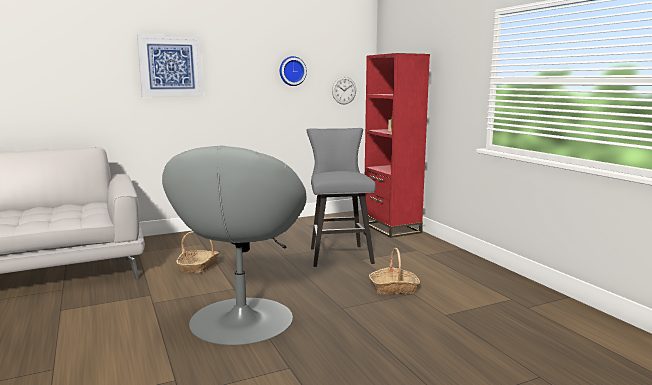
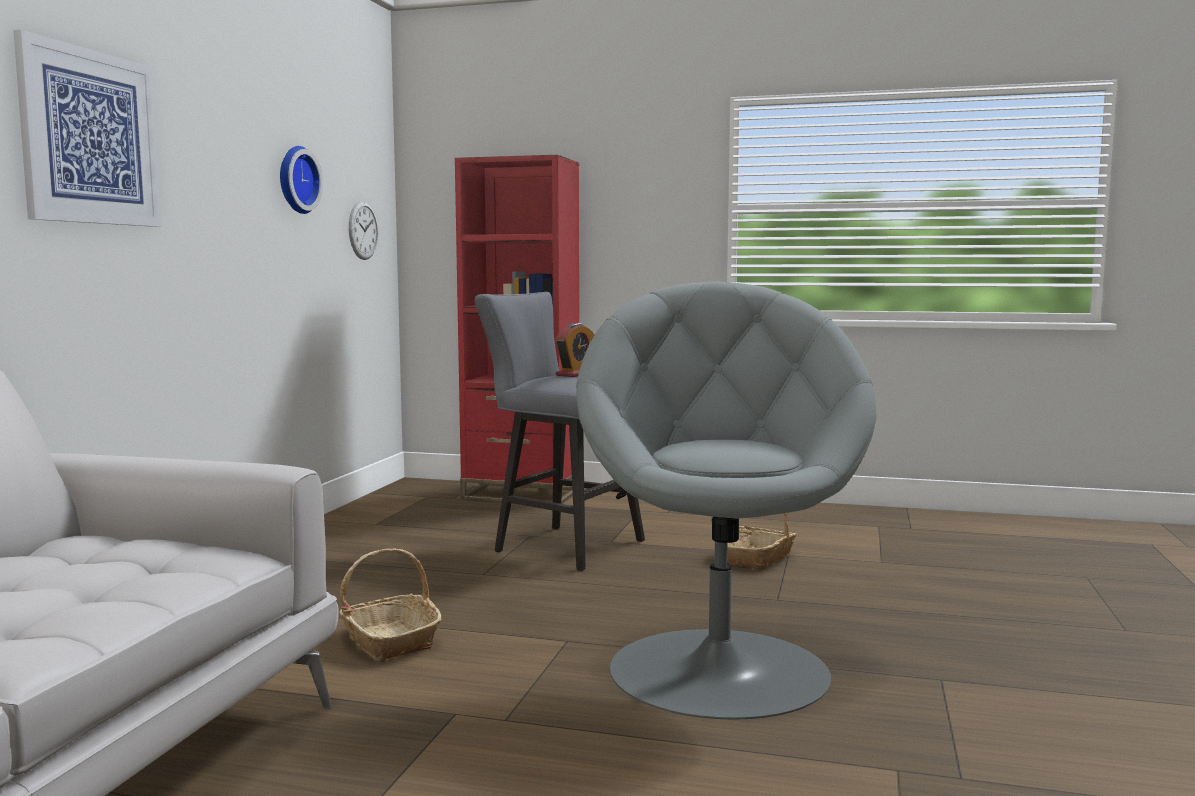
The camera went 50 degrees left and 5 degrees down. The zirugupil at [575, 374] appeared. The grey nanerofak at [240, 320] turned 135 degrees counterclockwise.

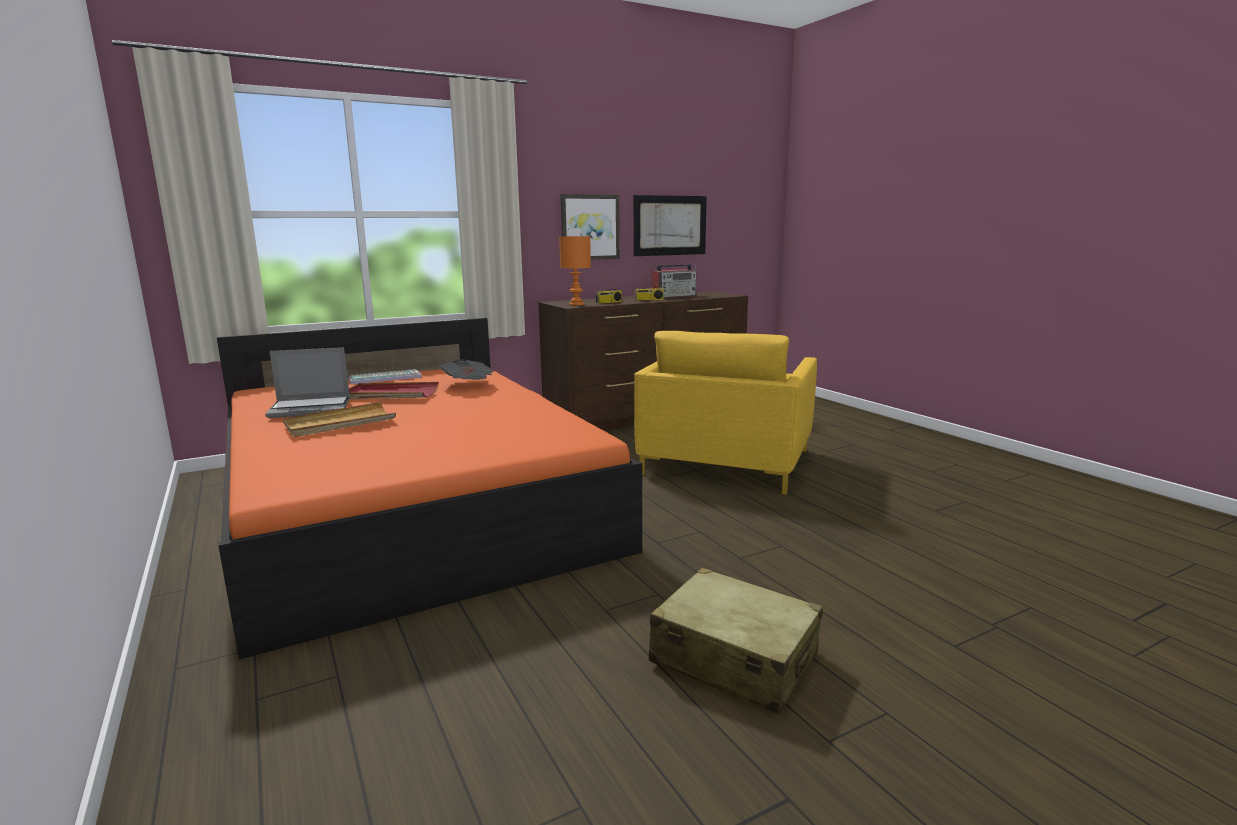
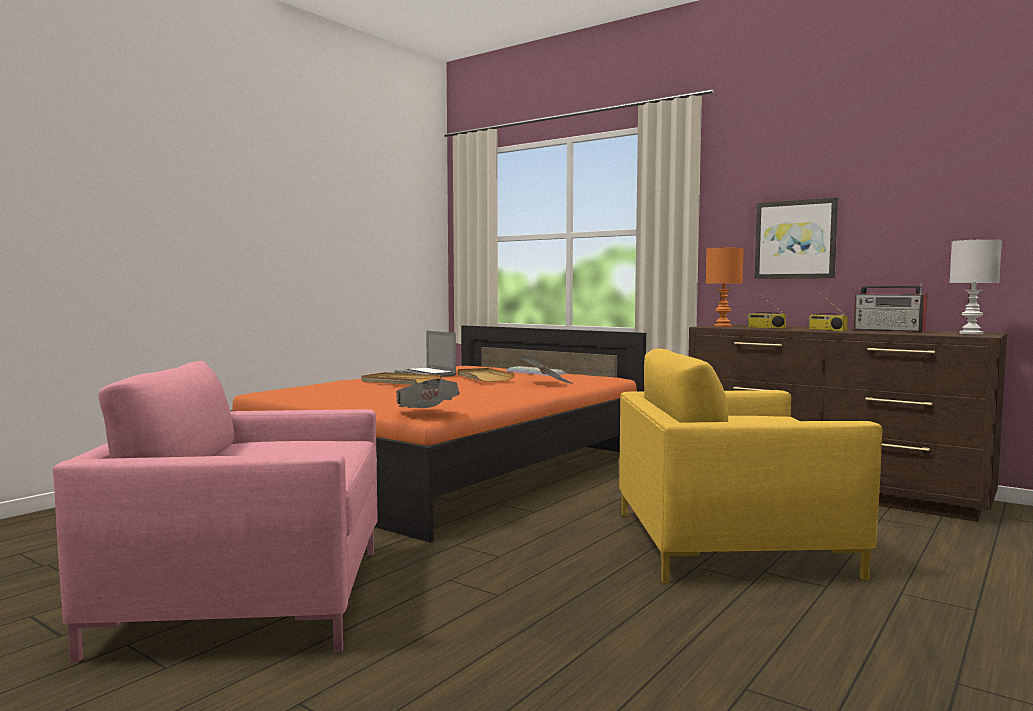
The camera went 65 degrees right and 10 degrees down. The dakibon at [670, 225] disappeared. The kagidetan at [427, 413] appeared. The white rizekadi at [972, 333] appeared. The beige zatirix at [734, 659] was replaced by the pink nanerofak at [248, 598]. The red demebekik at [391, 394] became the beige demebekik at [484, 377].

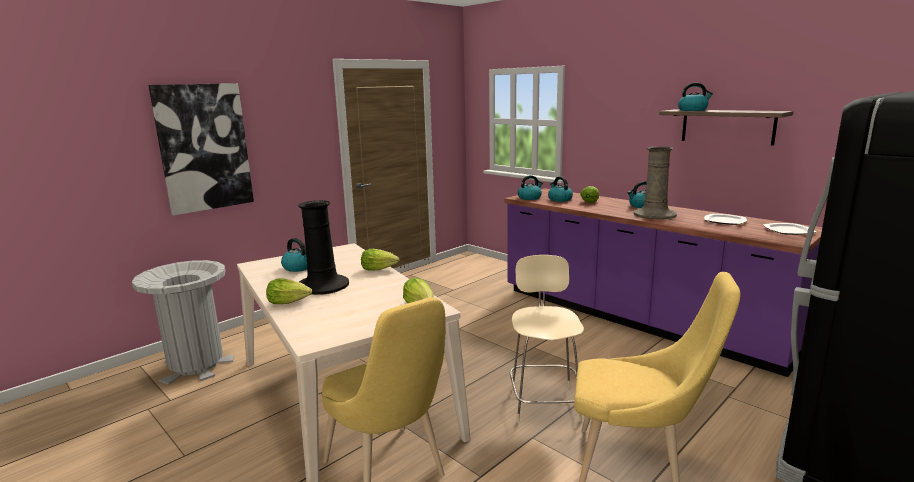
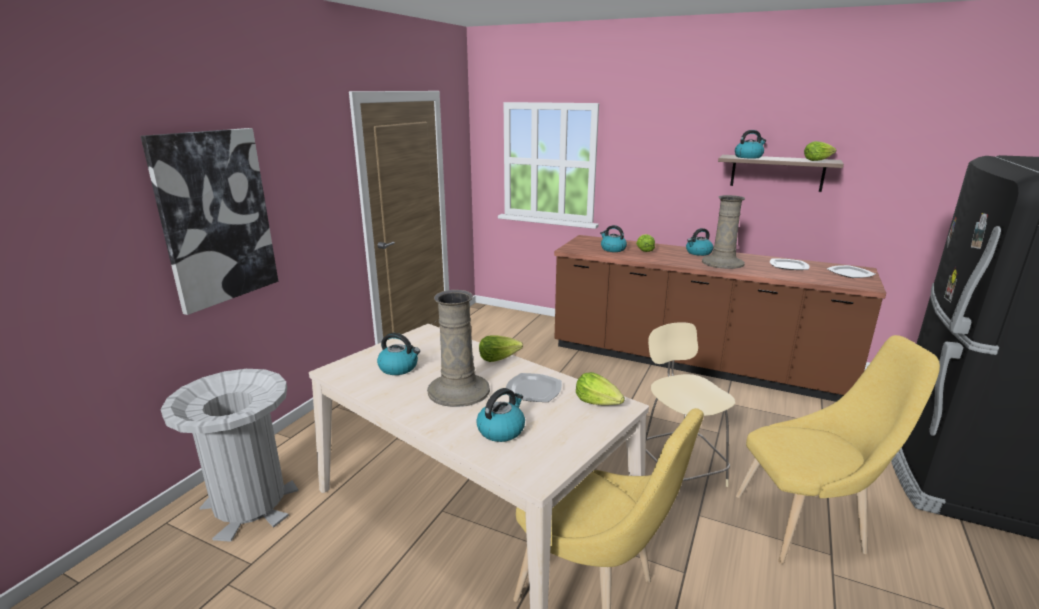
The camera went 20 degrees left and 5 degrees up. The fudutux at [533, 389] appeared. The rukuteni moved from [289, 302] to [817, 160]. The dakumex moved from [530, 198] to [501, 430]. The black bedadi at [323, 285] became the beige bedadi at [459, 391]. The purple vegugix at [635, 319] became the brown vegugix at [693, 363].

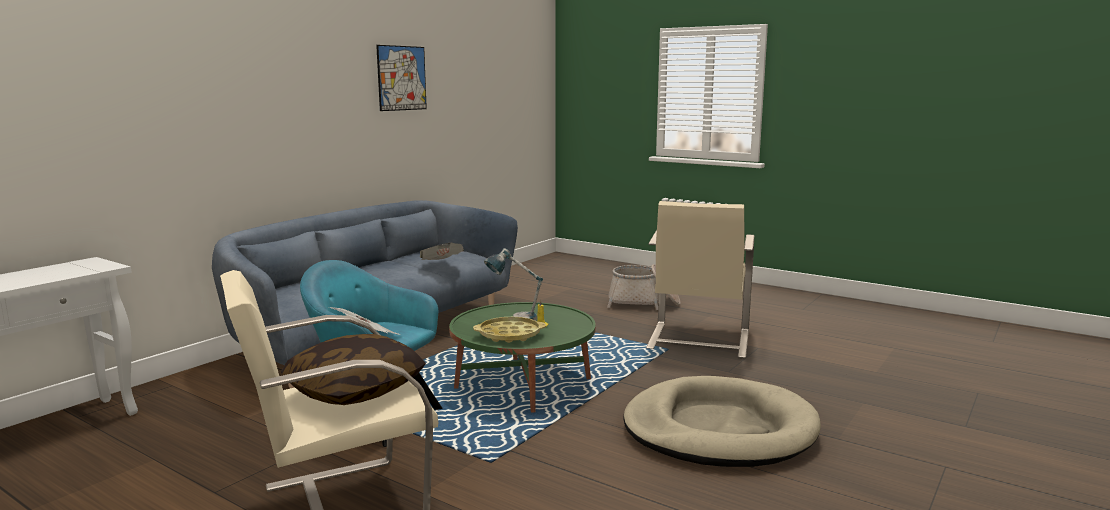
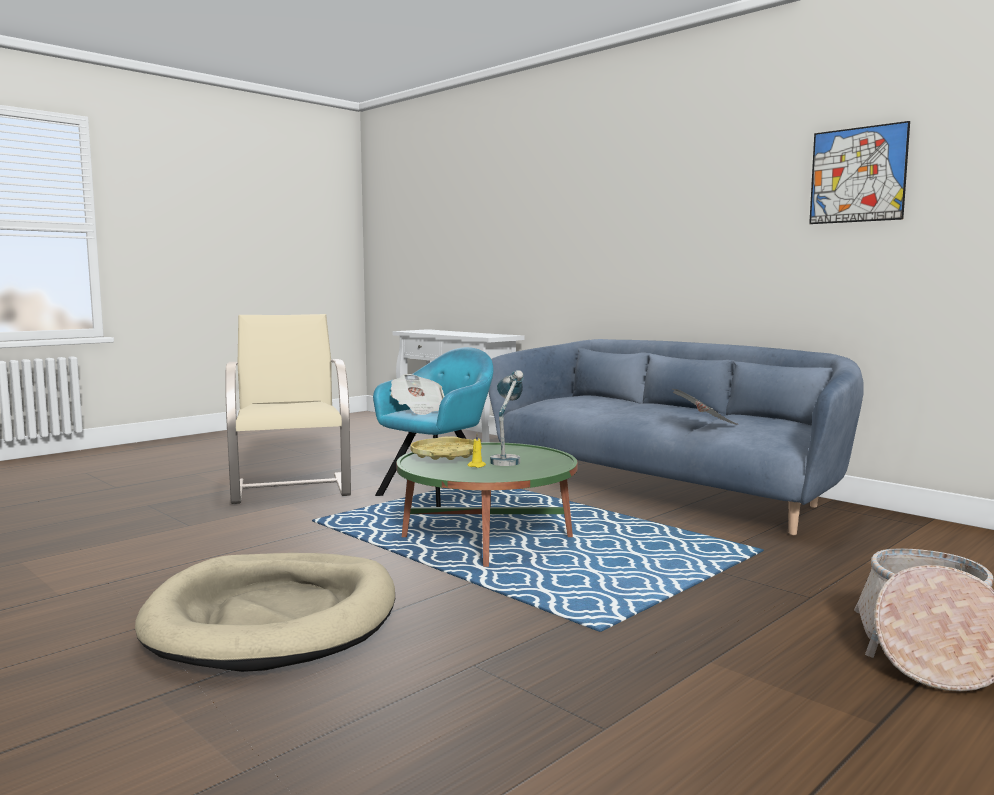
The camera went 100 degrees right and 5 degrees down. The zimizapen at [355, 390] disappeared. The beige nanerofak at [698, 341] disappeared.

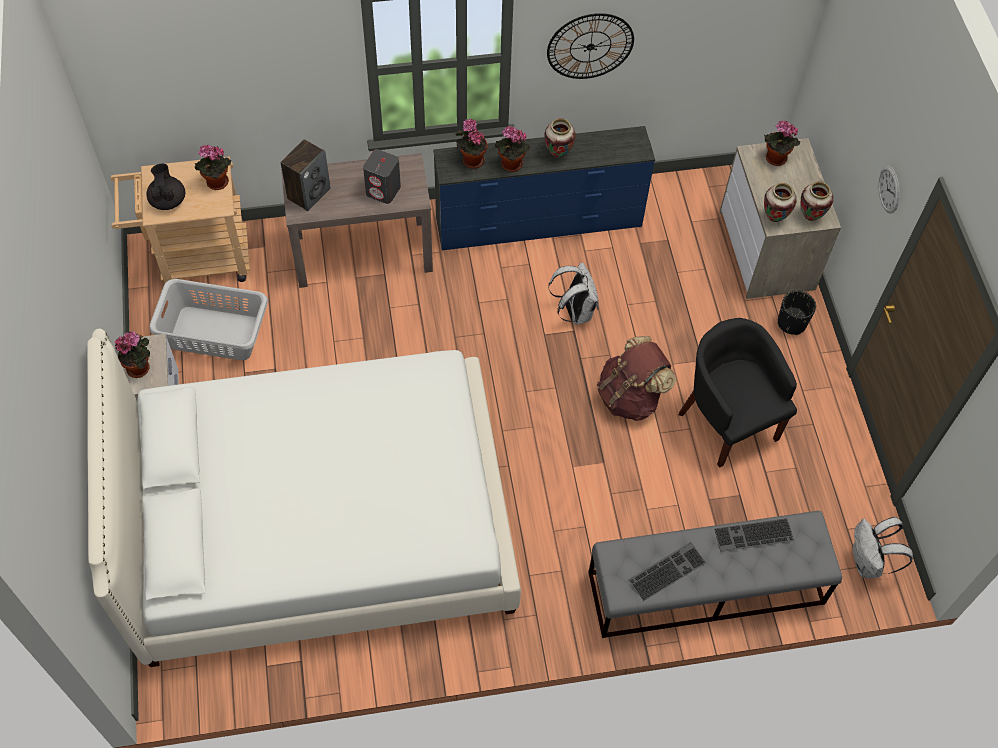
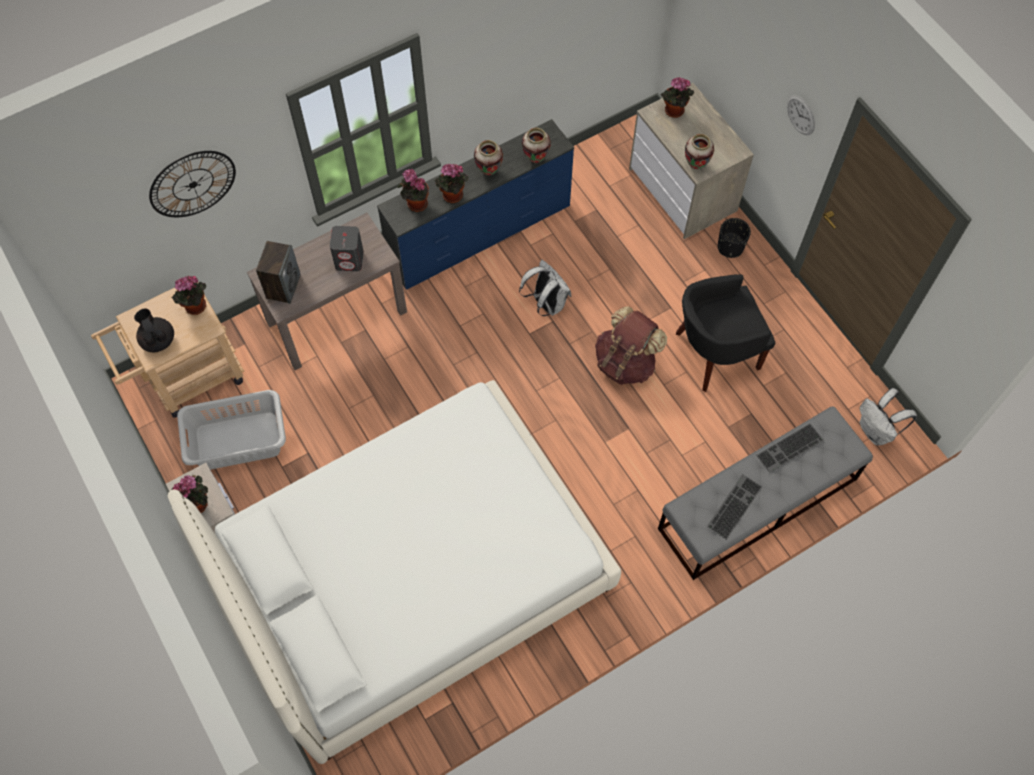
The camera went 20 degrees left and 5 degrees up. The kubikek moved from [590, 46] to [192, 184]. The bedadi moved from [810, 217] to [535, 159]. The black nanerofak at [727, 421] turned 60 degrees counterclockwise.

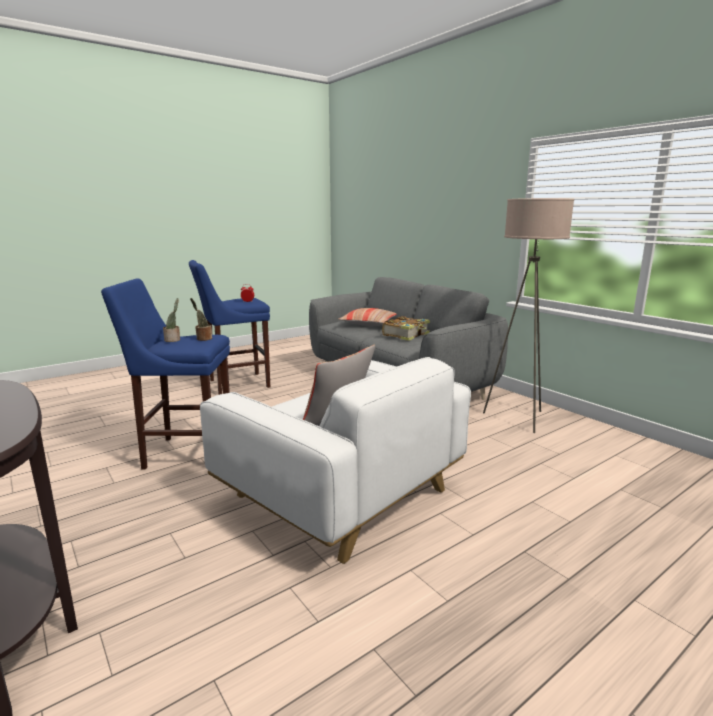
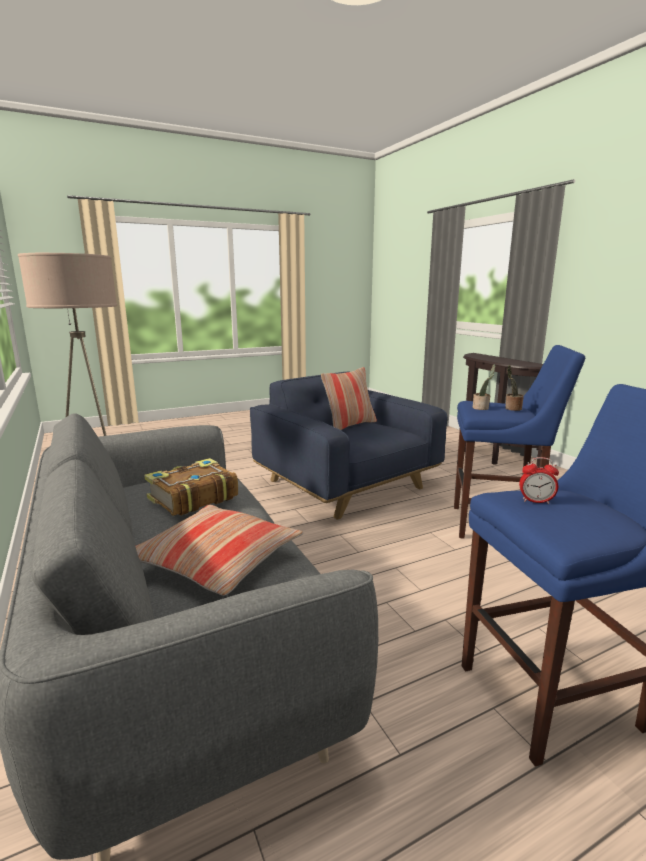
The camera went 170 degrees left and 0 degrees up. The white nanerofak at [340, 492] became the blue nanerofak at [345, 484].

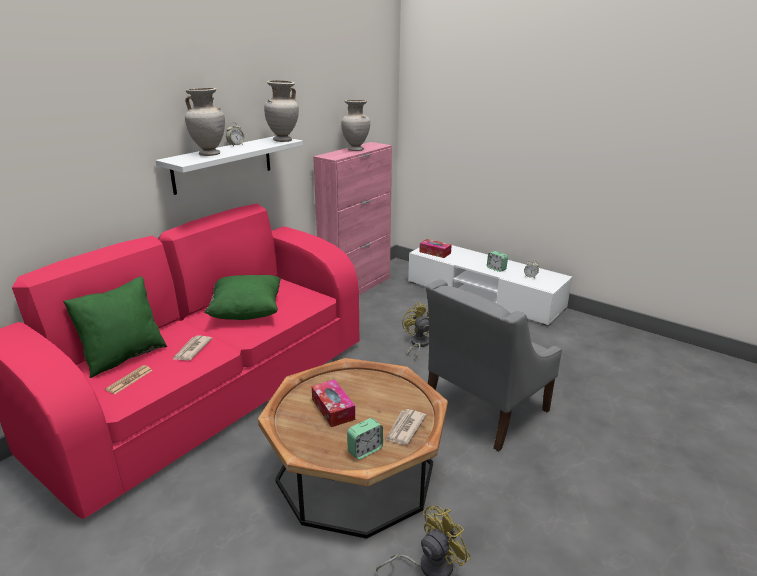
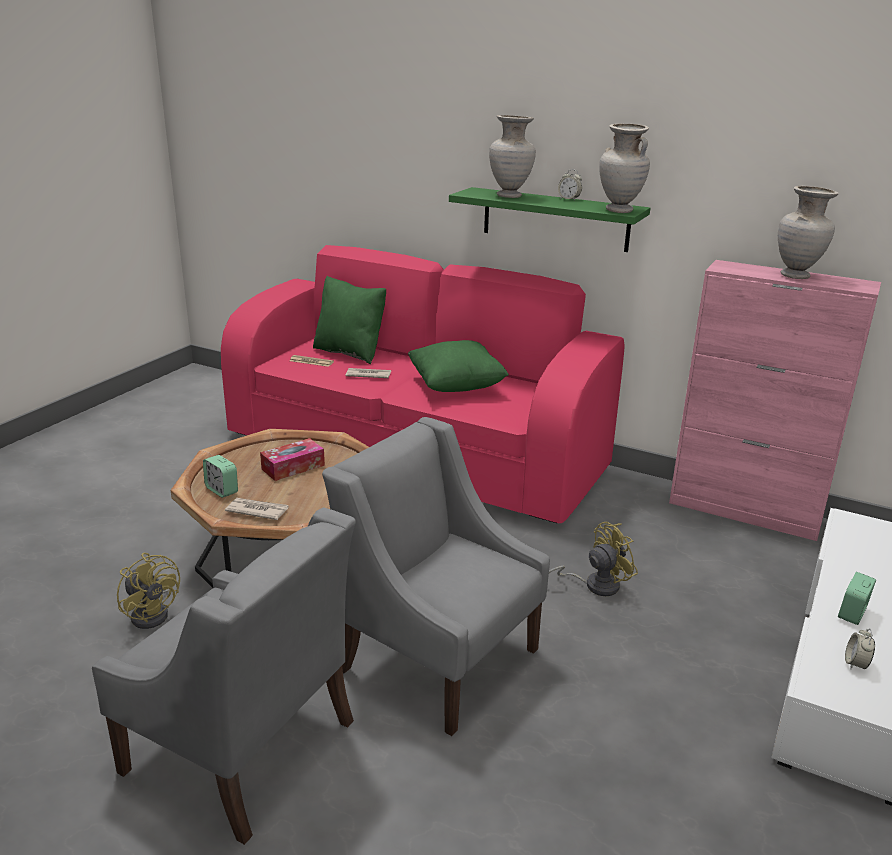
The camera went 80 degrees right and 0 degrees up. The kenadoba at [435, 252] disappeared. The grey nanerofak at [241, 747] appeared. The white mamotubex at [223, 164] became the green mamotubex at [555, 219].

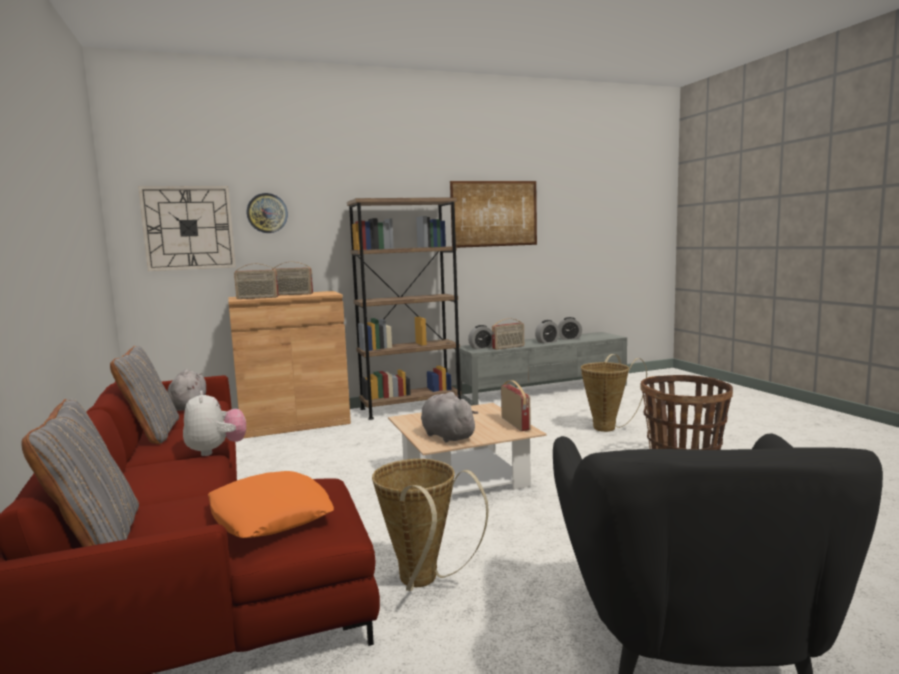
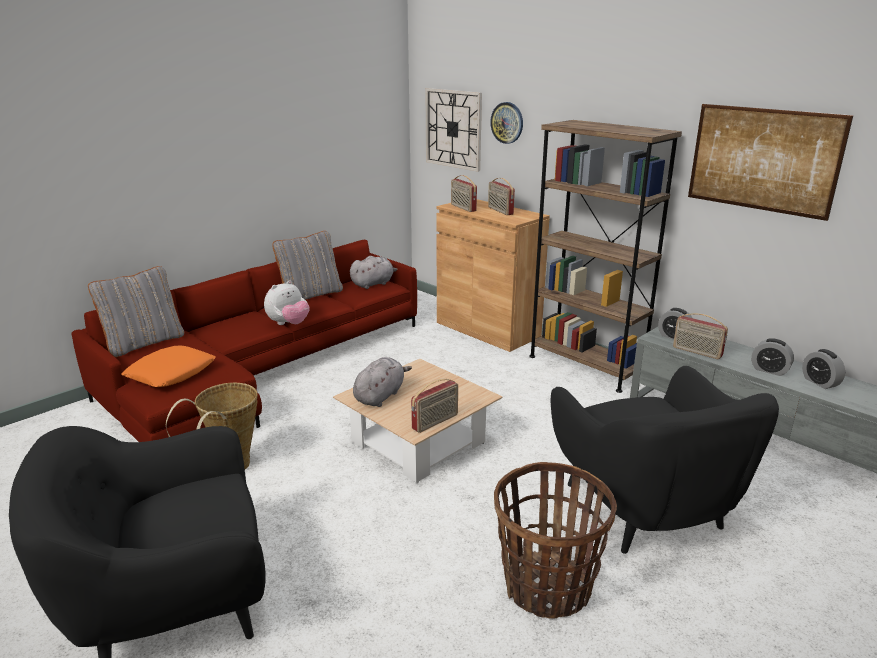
The camera went 65 degrees right and 15 degrees up. The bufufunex at [608, 427] was replaced by the black nanerofak at [645, 509].

